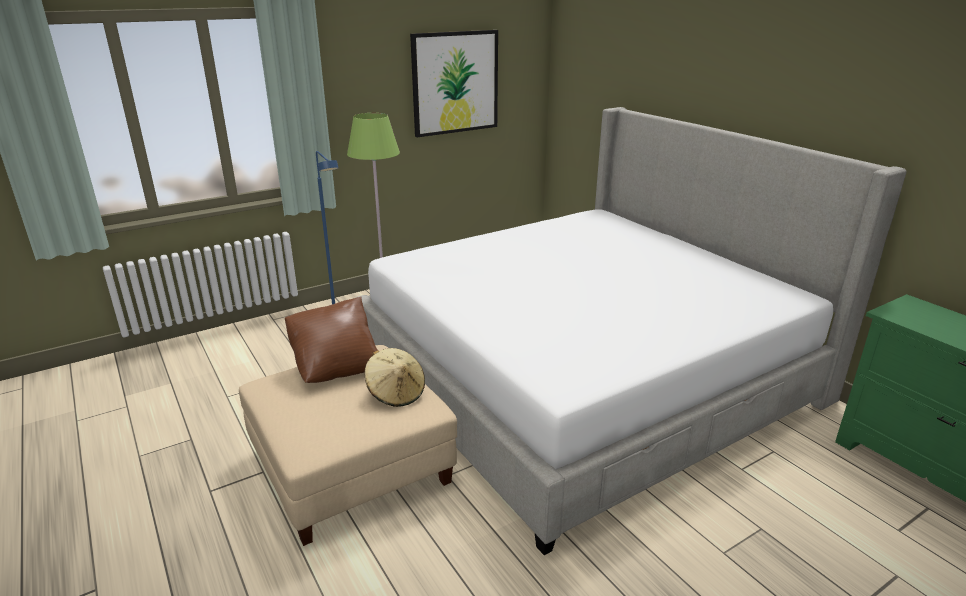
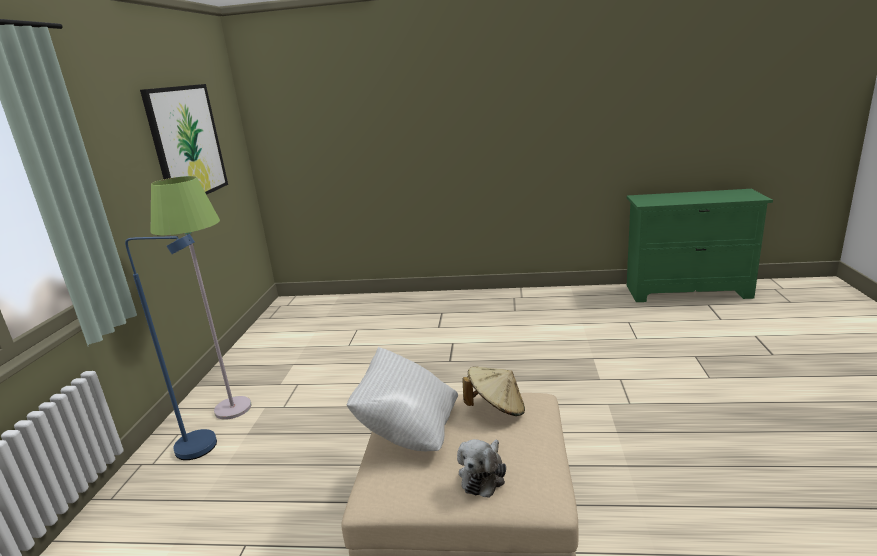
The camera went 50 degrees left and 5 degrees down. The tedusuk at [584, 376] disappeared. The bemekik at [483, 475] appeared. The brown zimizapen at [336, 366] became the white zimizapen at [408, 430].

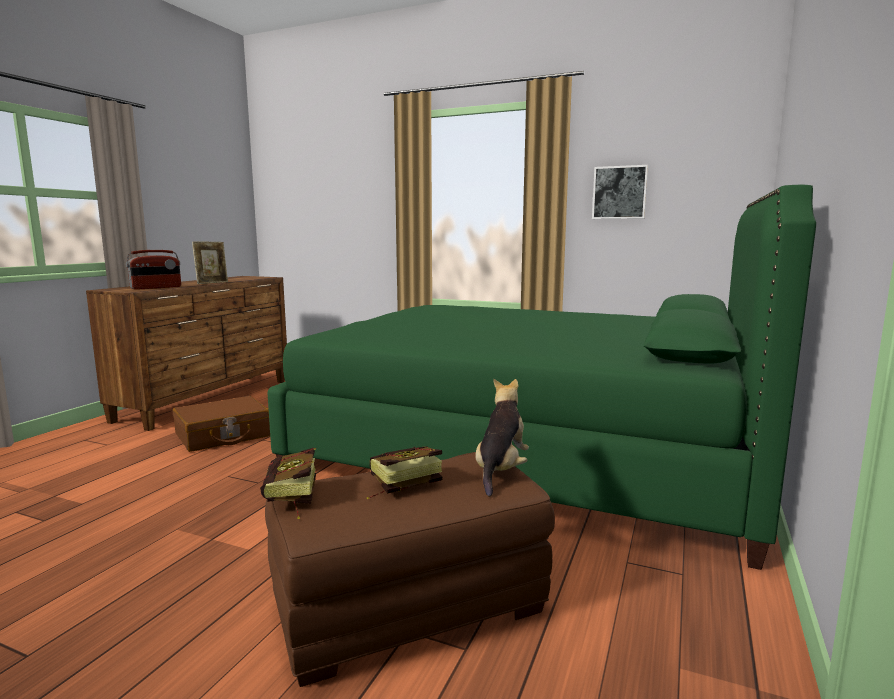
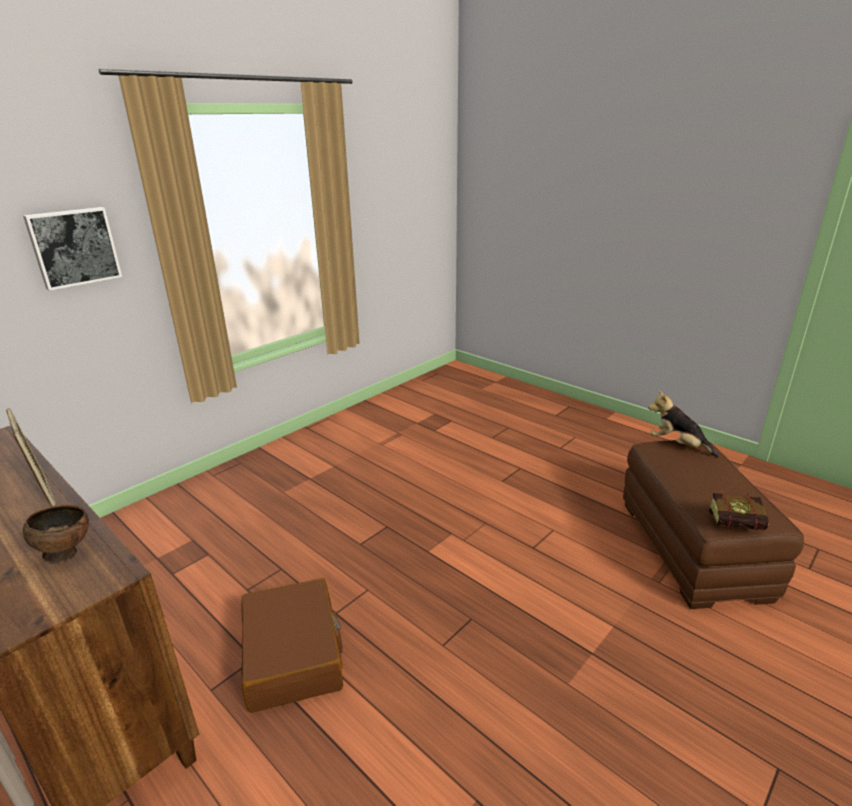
The camera went 70 degrees left and 15 degrees up. The green tedusuk at [528, 451] disappeared. The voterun at [399, 486] disappeared. The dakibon moved from [619, 192] to [74, 247]. The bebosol at [156, 288] was replaced by the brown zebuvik at [66, 553].

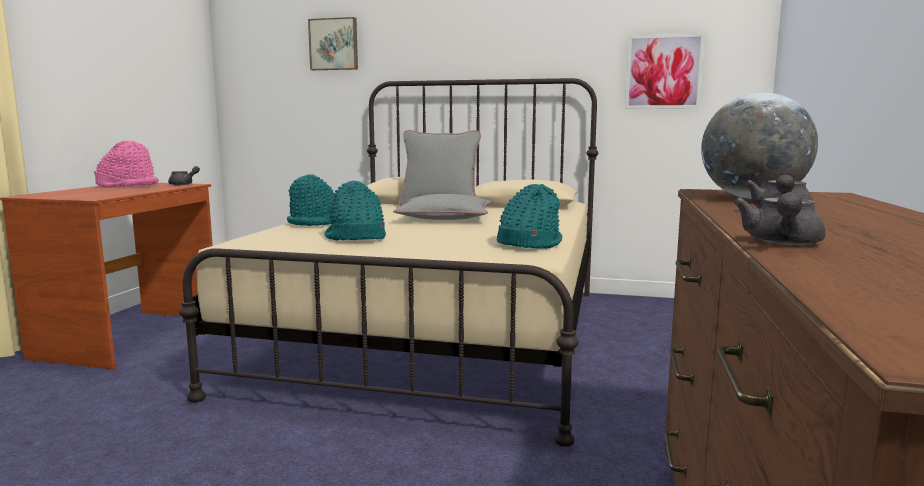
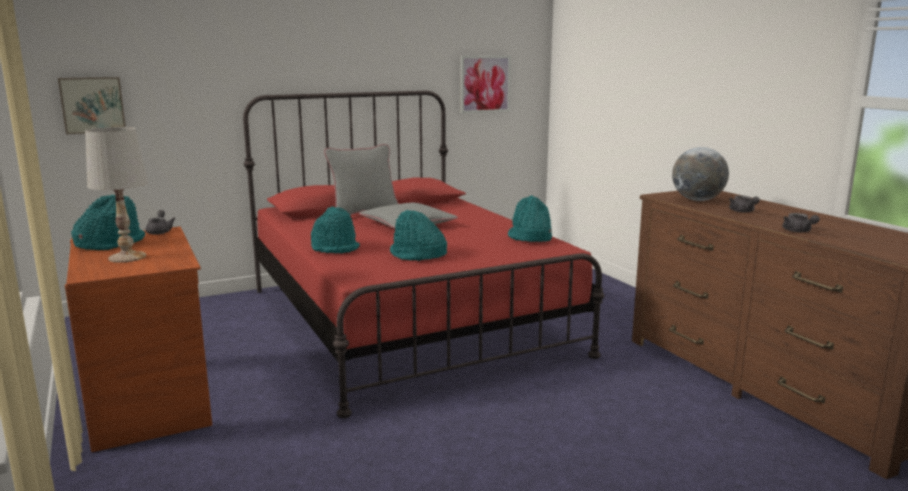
The camera went 40 degrees left and 5 degrees up. The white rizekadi at [126, 257] appeared. The dakibon moved from [334, 44] to [92, 105]. The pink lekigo at [128, 185] became the turquoise lekigo at [110, 243]. The beige tedusuk at [438, 335] became the red tedusuk at [407, 320].

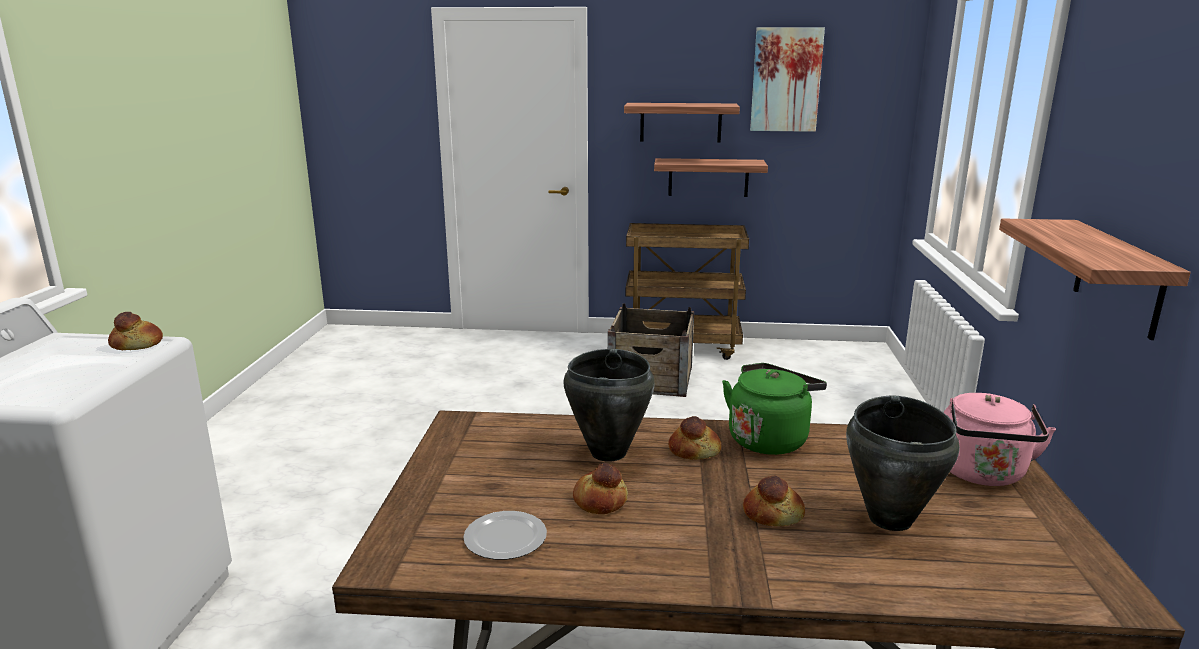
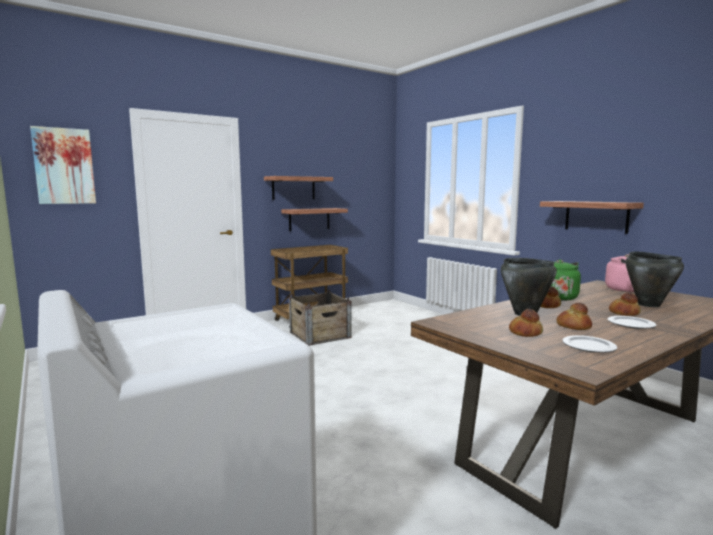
The camera went 40 degrees left and 10 degrees down. The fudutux at [630, 324] appeared. The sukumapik moved from [137, 344] to [525, 332]. The dakibon moved from [786, 80] to [64, 166].

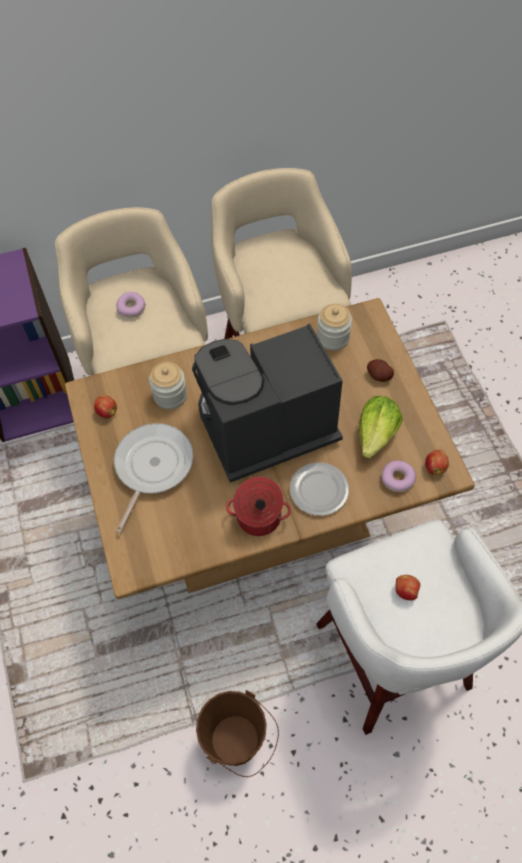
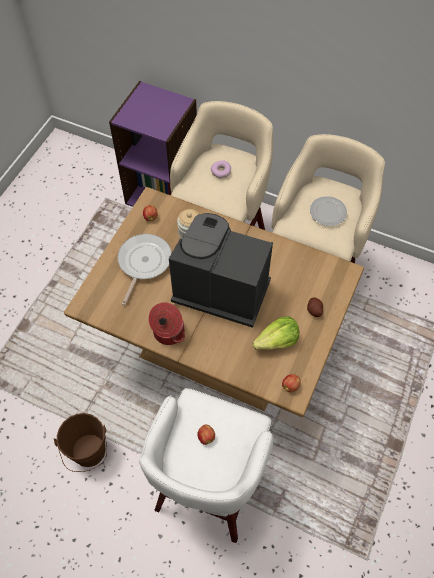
The camera went 40 degrees right and 0 degrees up. The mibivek at [333, 337] disappeared. The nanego at [398, 479] disappeared. The fudutux moved from [318, 490] to [327, 212]. The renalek at [152, 467] turned 45 degrees counterclockwise.

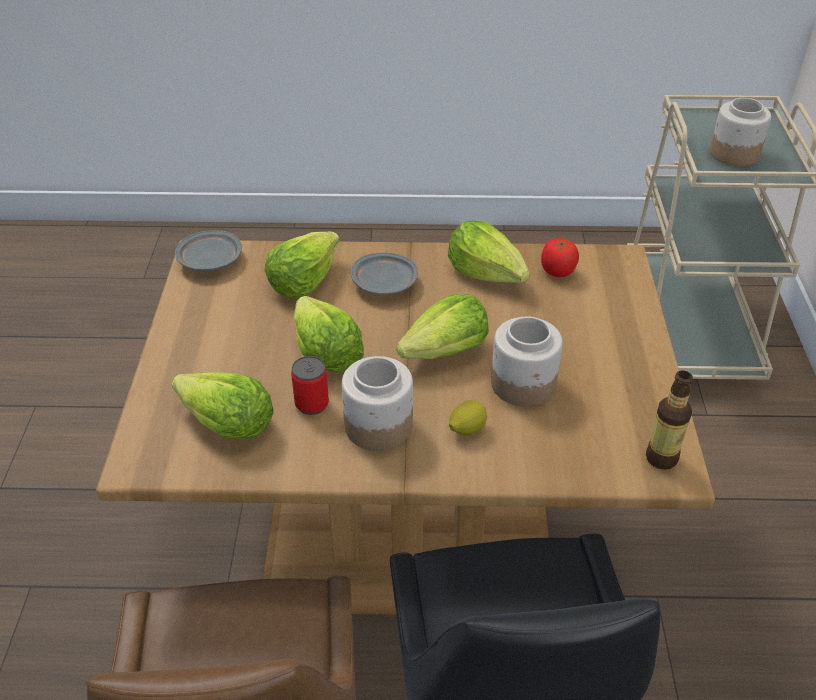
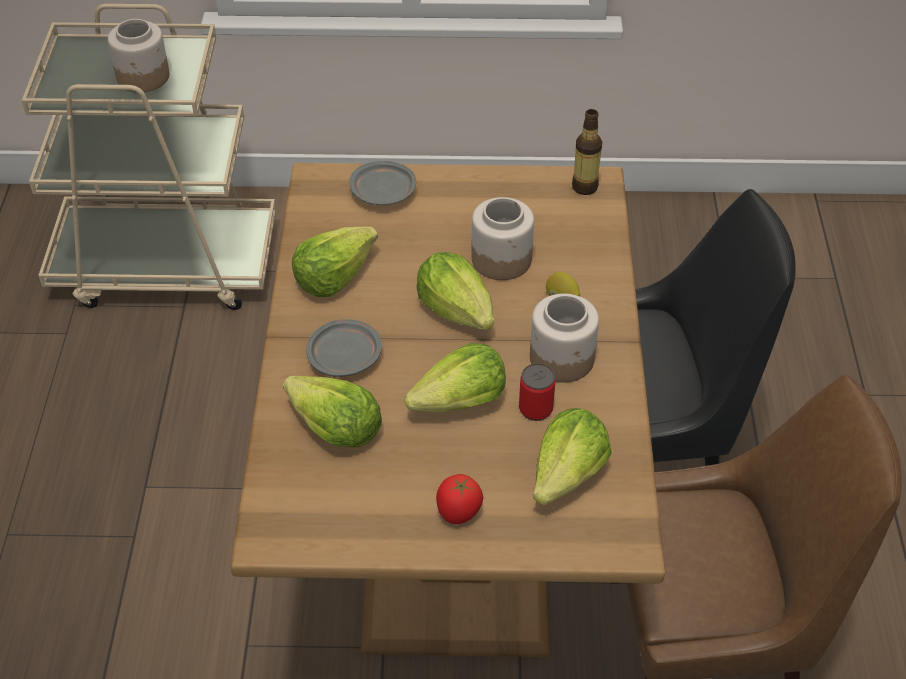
The camera went 90 degrees left and 5 degrees up. The grey fudutux moved from [210, 261] to [384, 193]. The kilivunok moved from [557, 272] to [458, 512].

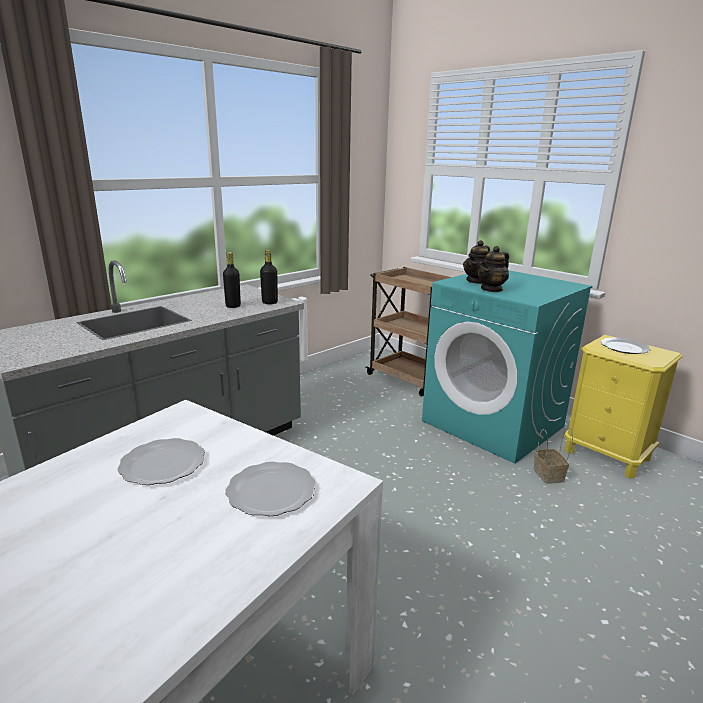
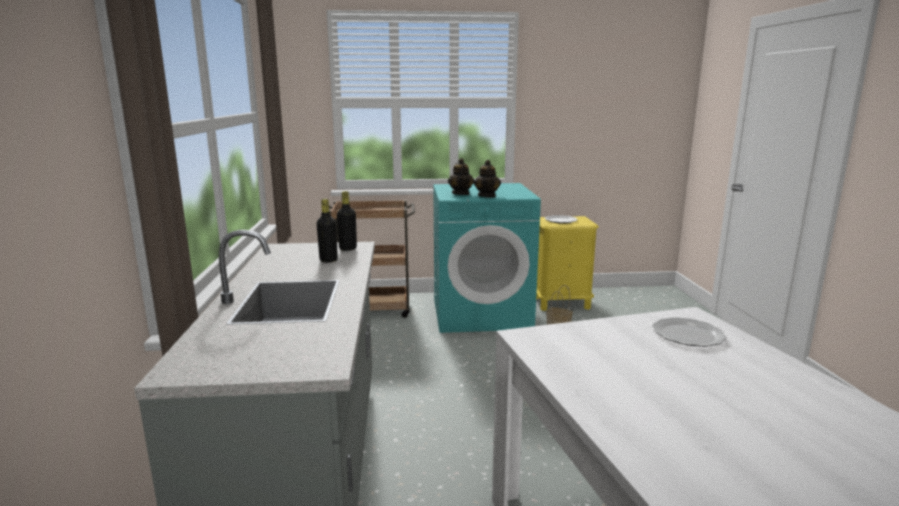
The camera went 50 degrees left and 5 degrees down. The fudutux at [161, 464] disappeared.

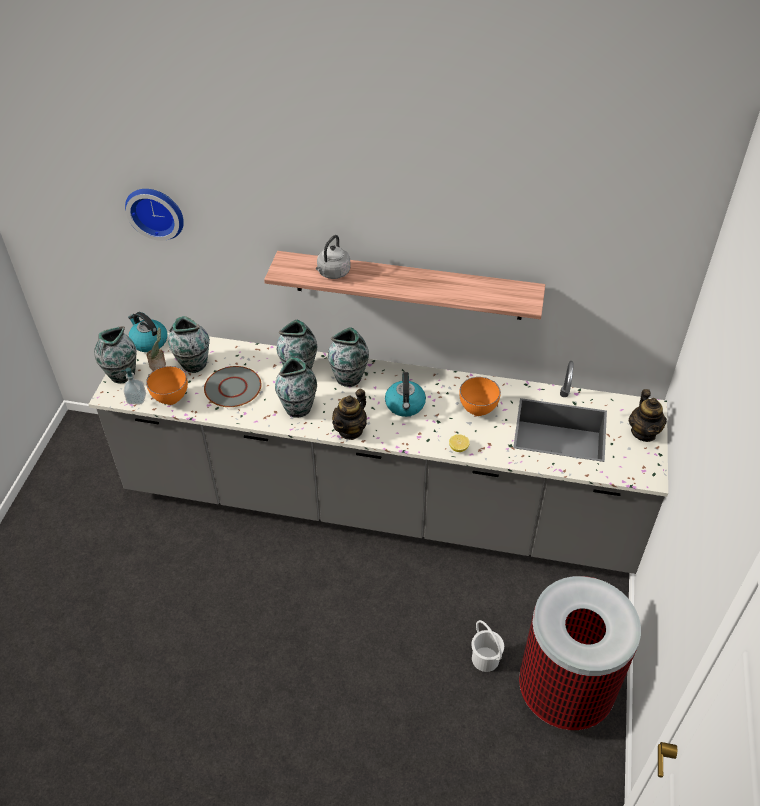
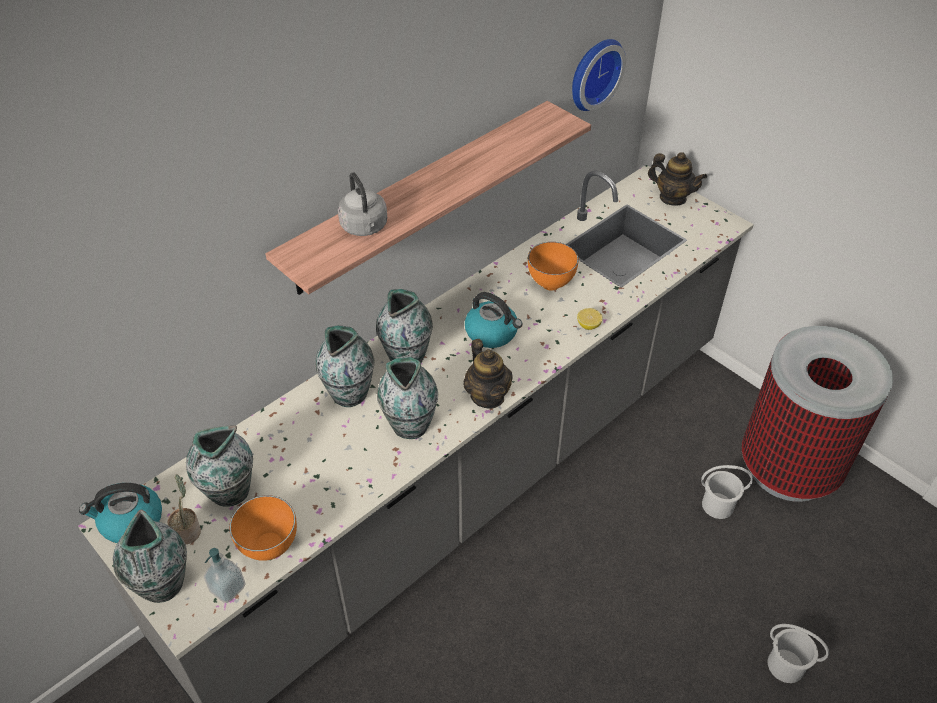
The camera went 55 degrees left and 0 degrees up. The grey fudutux at [233, 387] disappeared. The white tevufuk at [785, 665] appeared. The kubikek moved from [156, 211] to [593, 73].

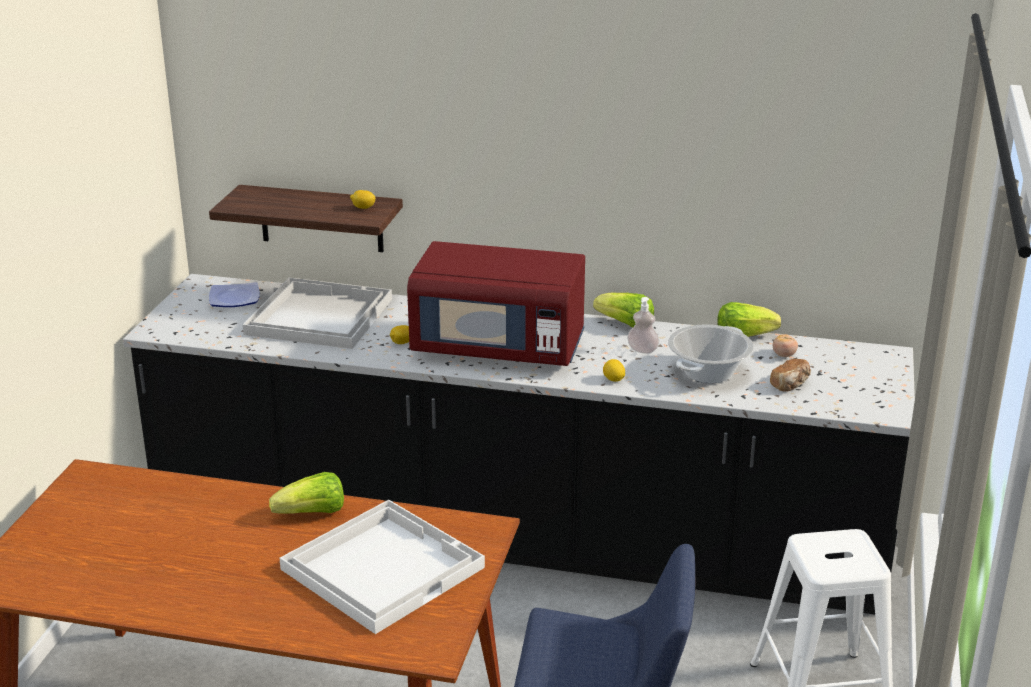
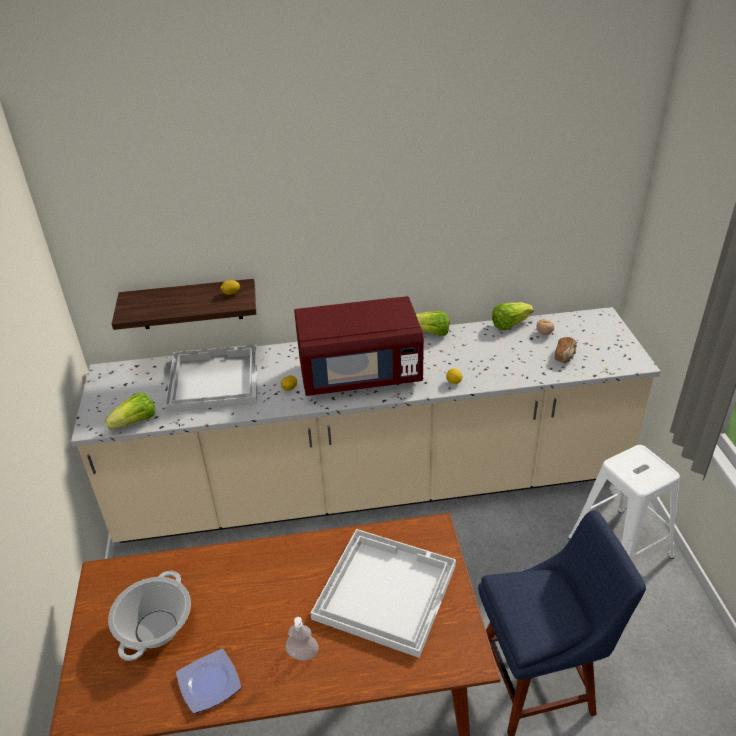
The camera went 20 degrees left and 10 degrees up. The fudutux moved from [235, 299] to [210, 683]. The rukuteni moved from [312, 514] to [135, 422]. The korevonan moved from [642, 350] to [303, 653]. The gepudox moved from [708, 373] to [156, 628]. The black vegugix at [515, 537] became the beige vegugix at [372, 486].

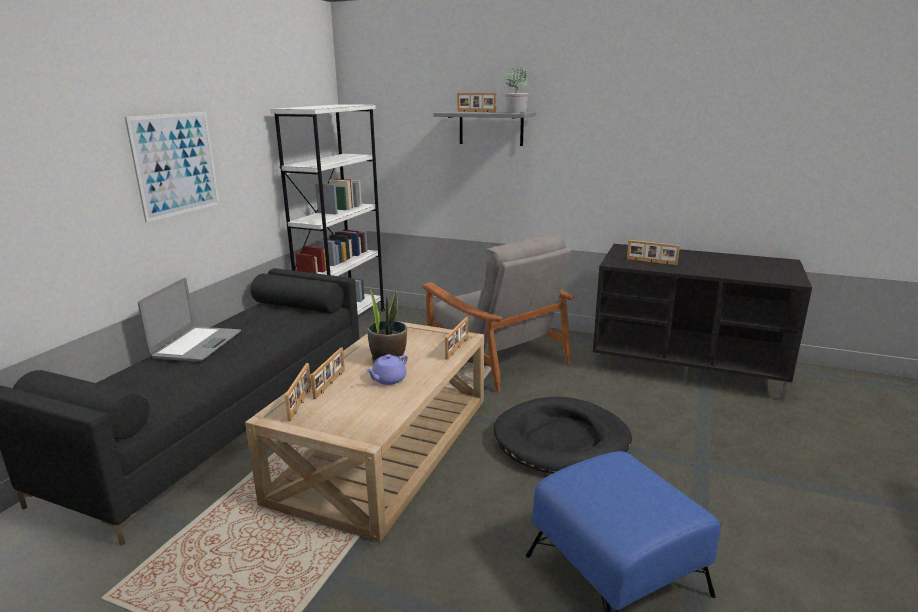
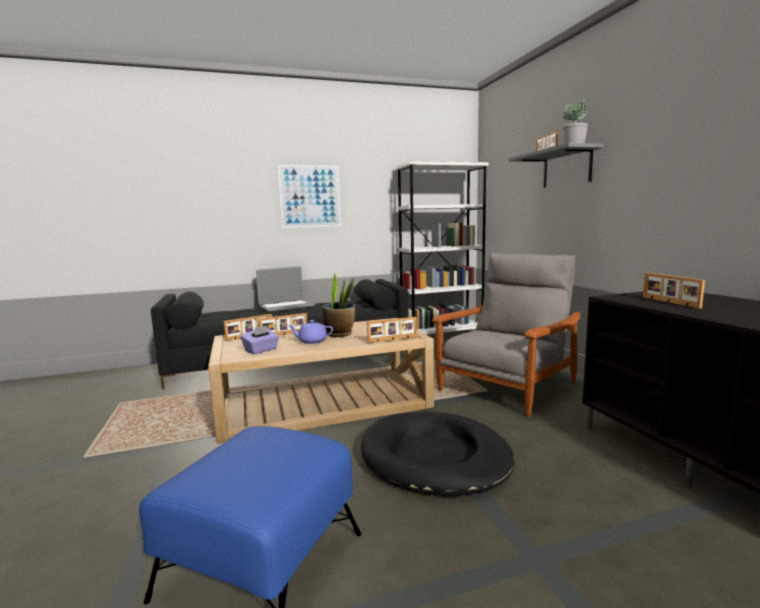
The camera went 50 degrees right and 10 degrees down. The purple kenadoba at [261, 350] appeared. The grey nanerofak at [496, 357] turned 150 degrees counterclockwise.

